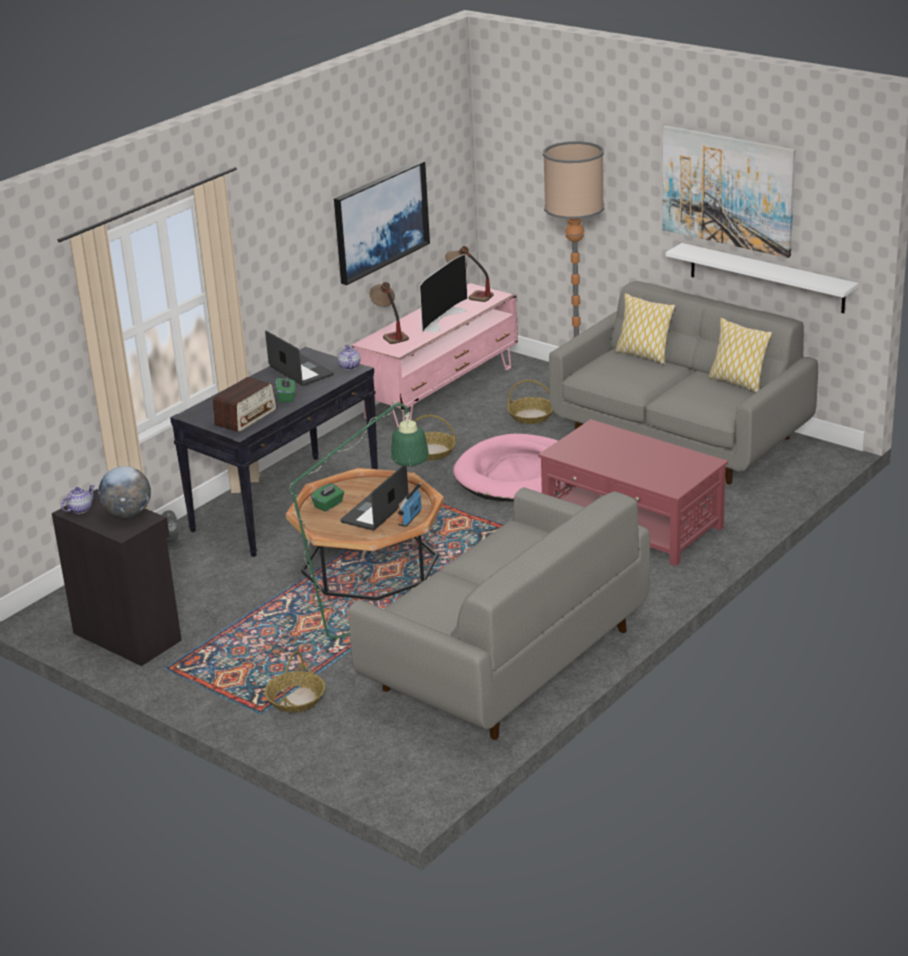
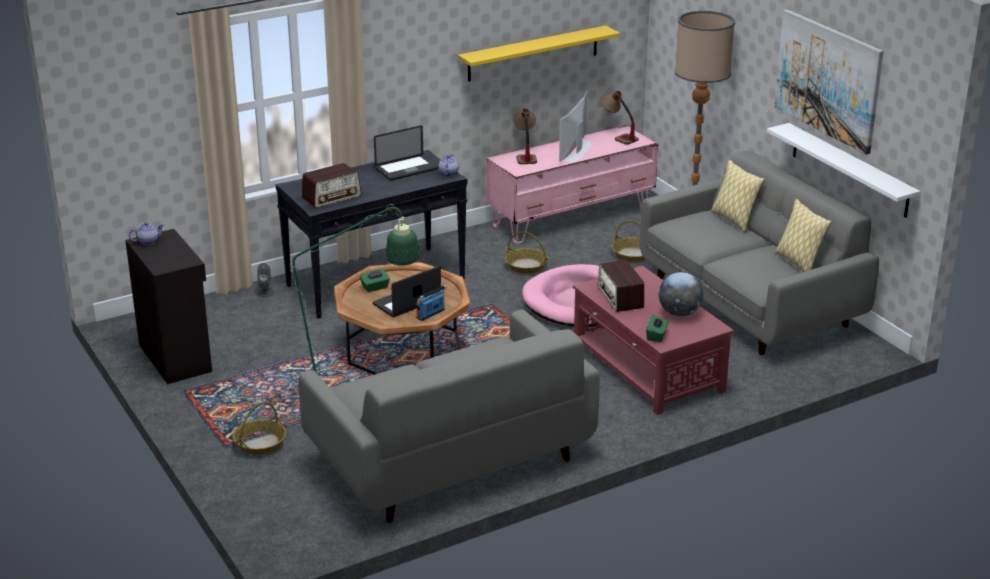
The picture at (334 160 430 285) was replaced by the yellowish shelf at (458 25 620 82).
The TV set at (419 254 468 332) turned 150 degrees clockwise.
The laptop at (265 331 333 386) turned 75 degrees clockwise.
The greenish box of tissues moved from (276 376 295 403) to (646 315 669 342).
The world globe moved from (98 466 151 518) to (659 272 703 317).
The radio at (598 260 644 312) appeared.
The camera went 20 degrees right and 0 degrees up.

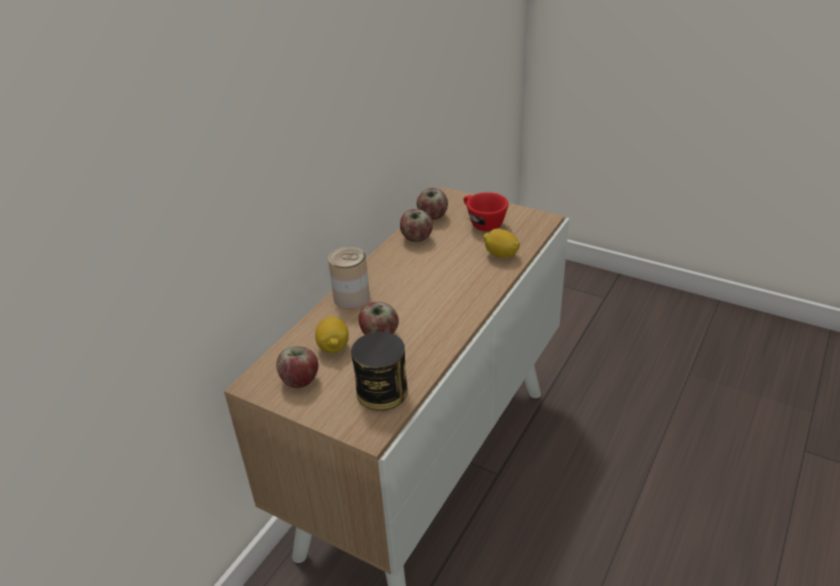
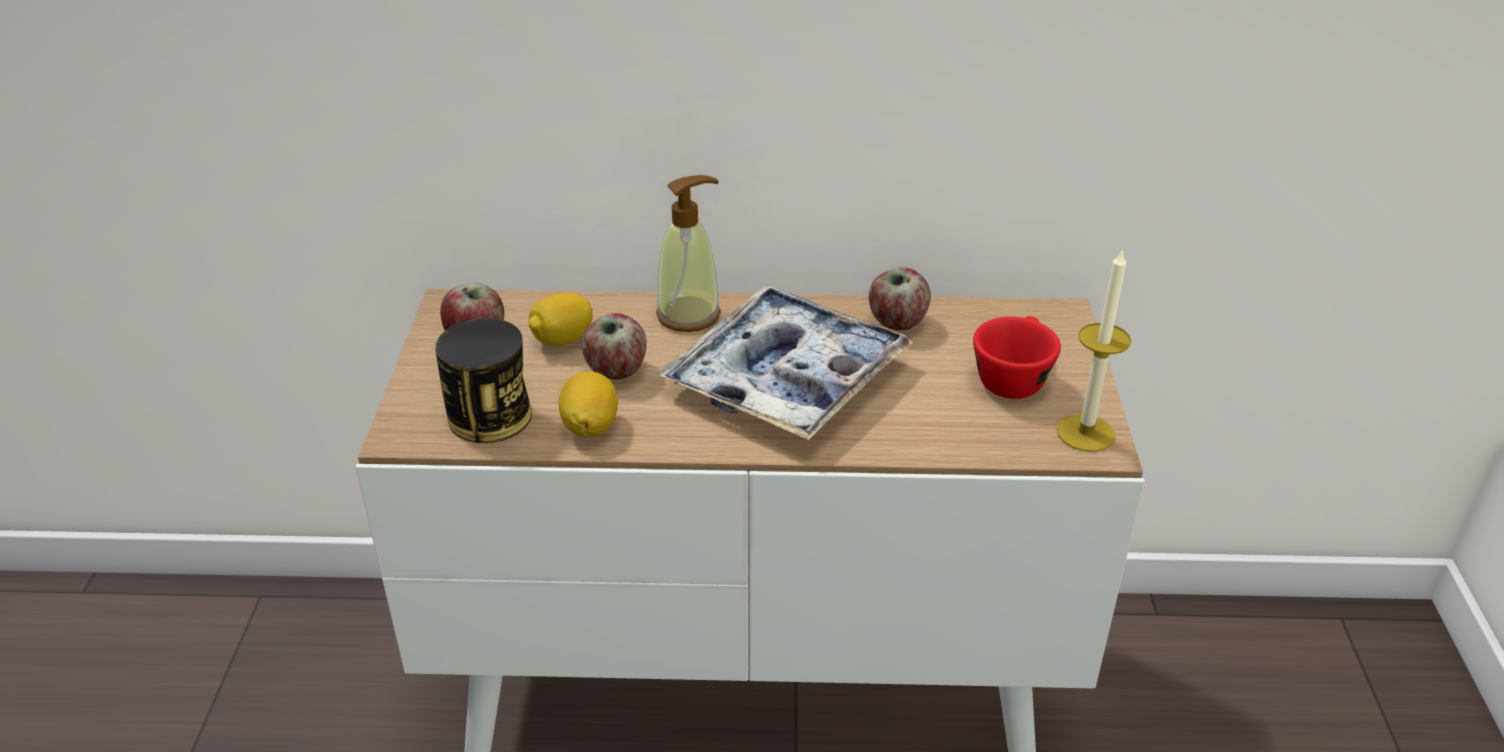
The whole apple at (417 188 448 220) disappeared.
The citrus fruit moved from (483 229 520 258) to (559 371 618 437).
The sealed can at (328 247 370 308) was replaced by the liquid soap bottle at (656 175 721 332).
The wax light at (1057 248 1131 452) appeared.
The carrying tray at (660 285 913 440) appeared.
The camera went 60 degrees right and 0 degrees up.

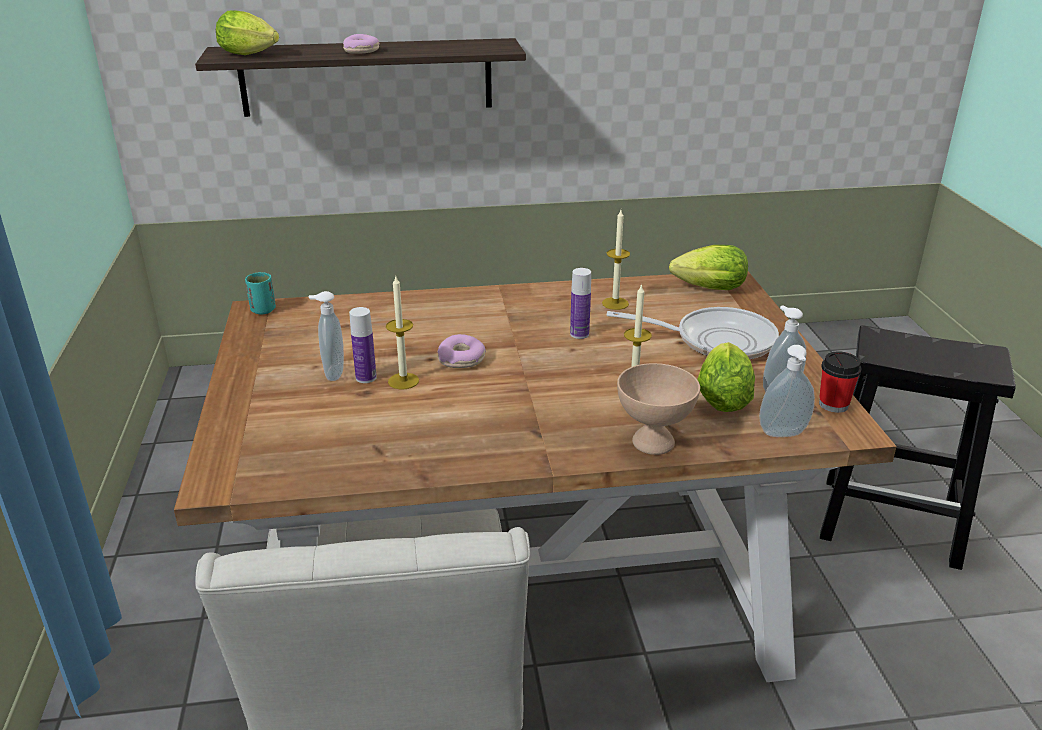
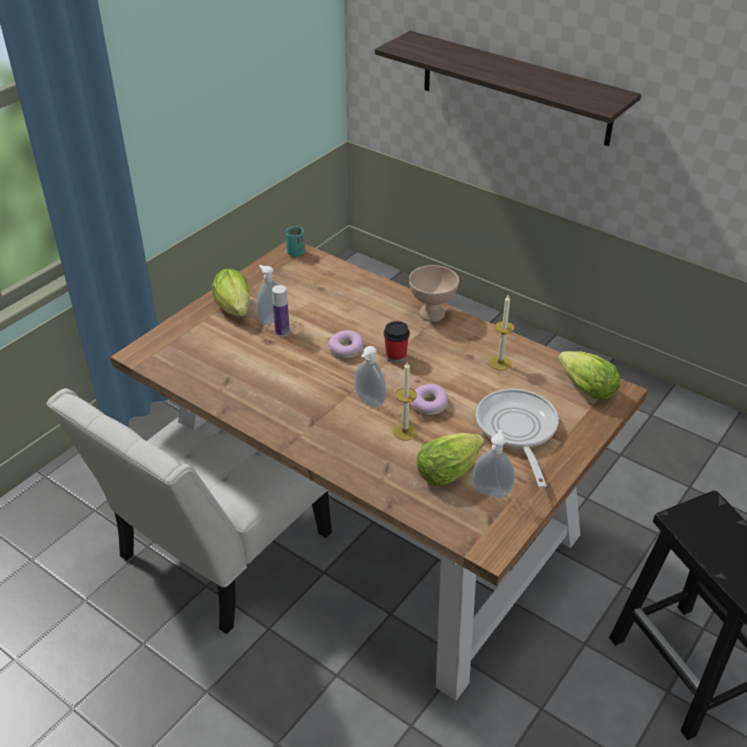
The head of lettuce moved from (216 10 279 55) to (212 269 250 316).
The donut moved from (343 34 380 54) to (410 384 448 415).
The beverage bottle at (570 268 591 339) disappeared.
The wax light at (386 275 419 389) disappeared.
The skillet at (607 307 779 359) turned 150 degrees counterclockwise.
The liquid soap bottle moved from (759 345 815 437) to (355 346 386 408).
The drinking cup moved from (819 351 861 413) to (384 321 410 363).
The sand-coloured deep dish moved from (617 363 700 455) to (409 265 459 322).
The camera went 45 degrees right and 10 degrees up.

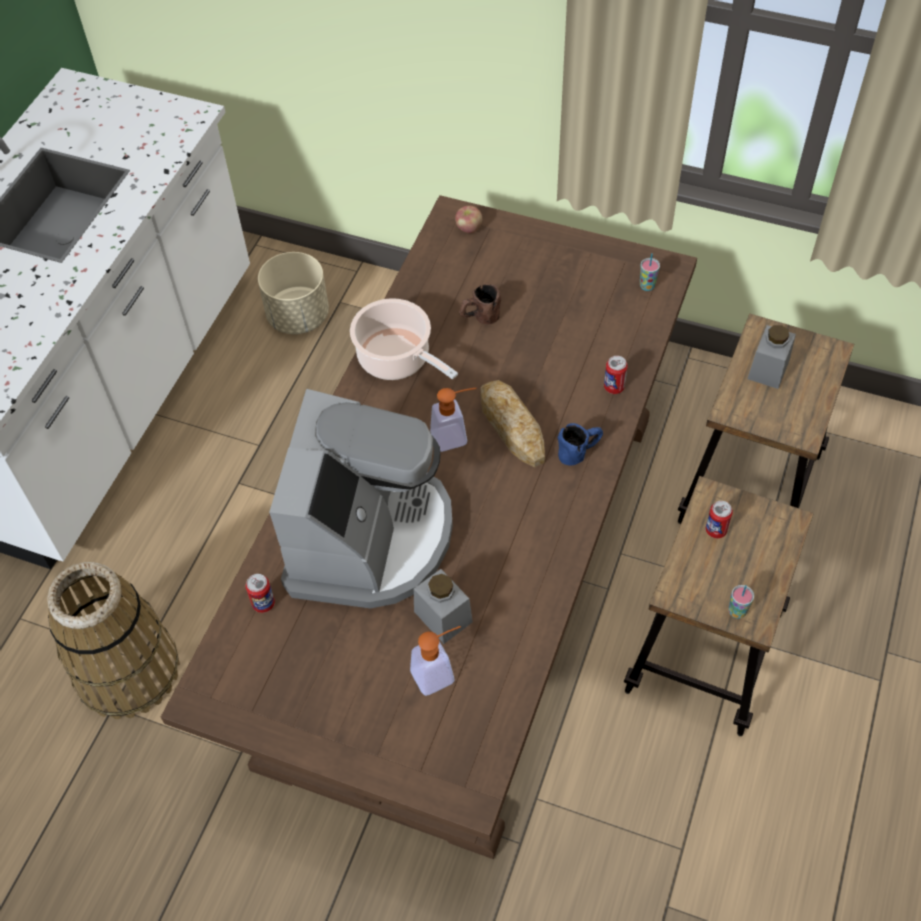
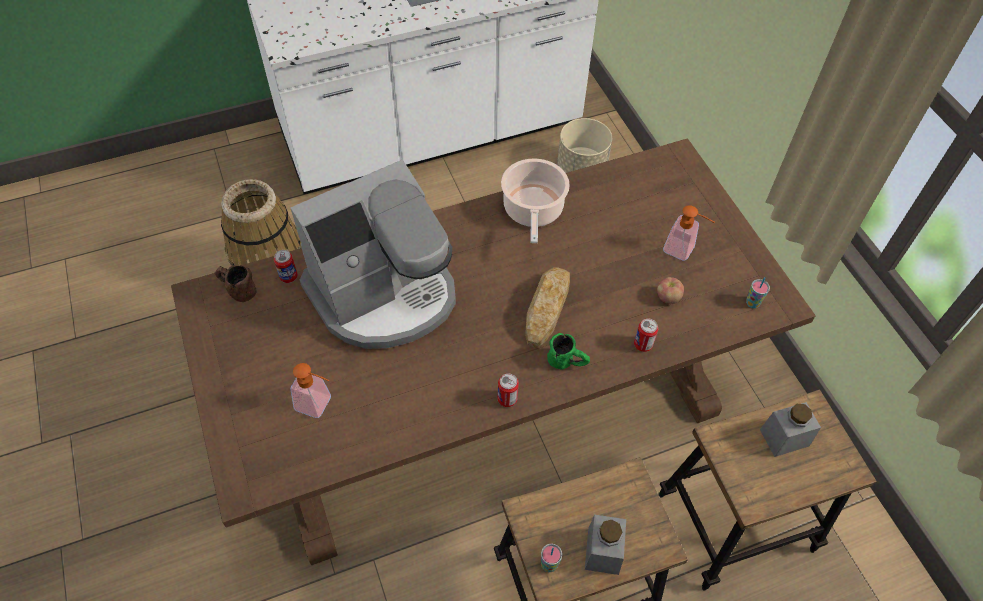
The whole apple moved from (455 206 482 233) to (657 277 684 304).
The brown-coloured tea mug moved from (459 284 501 325) to (214 265 256 302).
The liquid soap bottle moved from (430 388 476 452) to (663 205 715 261).
The bluish tea mug at (558 423 603 466) became the greenish tea mug at (547 333 590 370).
The sealed can moved from (705 501 733 538) to (497 373 519 407).
The greyish preserve jar moved from (414 569 473 644) to (585 514 626 575).
The camera went 45 degrees right and 0 degrees up.

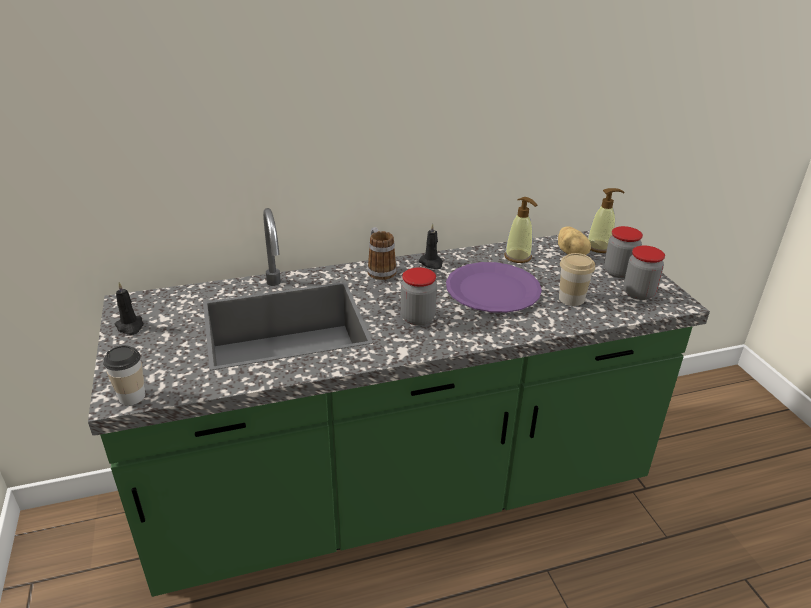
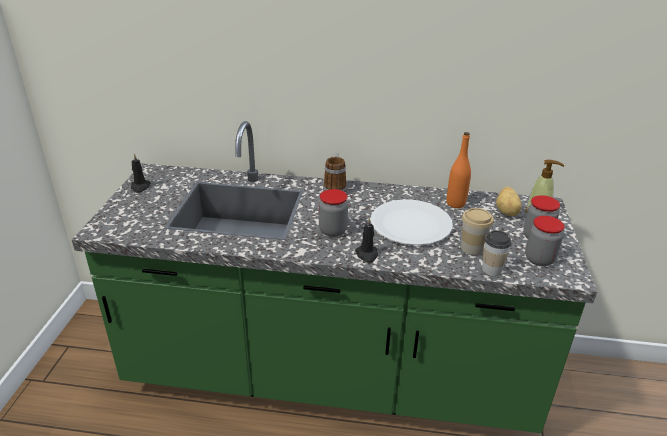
The liquid soap bottle at (504 197 537 263) was replaced by the orangey beverage bottle at (447 132 471 208).
The blackish wax light moved from (419 223 443 269) to (355 218 378 263).
The purple flat dish at (446 262 542 313) became the white-coloured flat dish at (371 199 453 245).
The drinking cup moved from (103 345 145 405) to (482 231 512 276).
The camera went 25 degrees right and 0 degrees up.

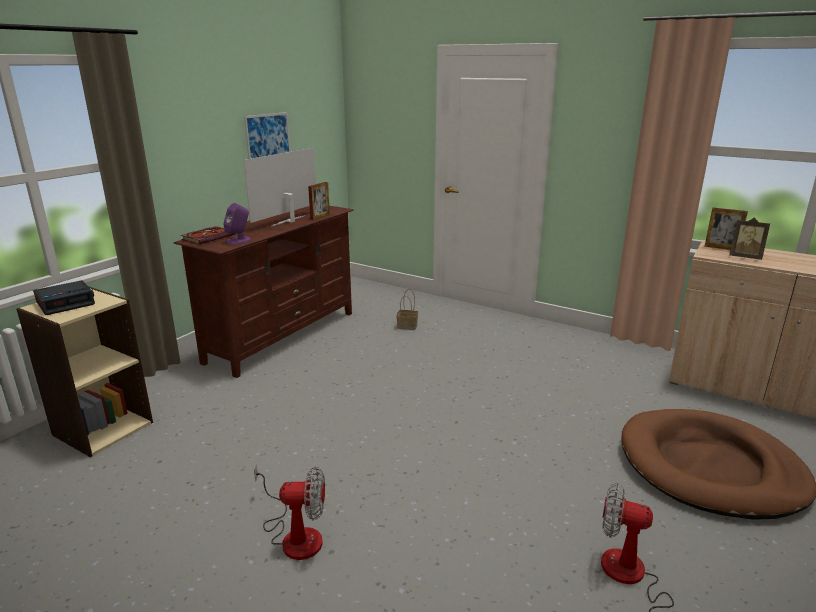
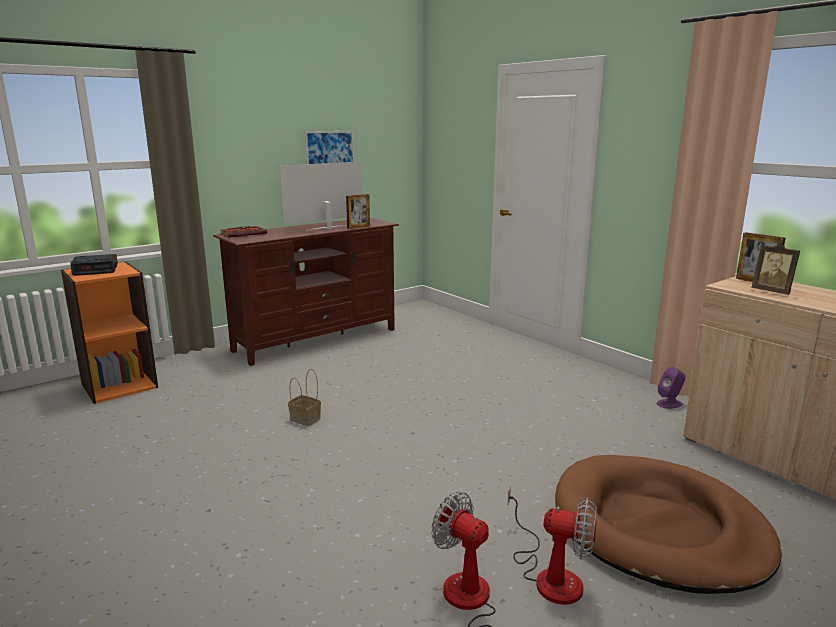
The purple audio speaker moved from (223 203 252 244) to (657 367 686 409).
The sand-coloured bookshelf at (16 286 153 457) became the orangey bookshelf at (61 262 158 404).
The basket moved from (396 289 418 330) to (288 369 321 426).
The fan moved from (254 464 325 560) to (507 486 597 605).
The camera went 20 degrees right and 5 degrees down.

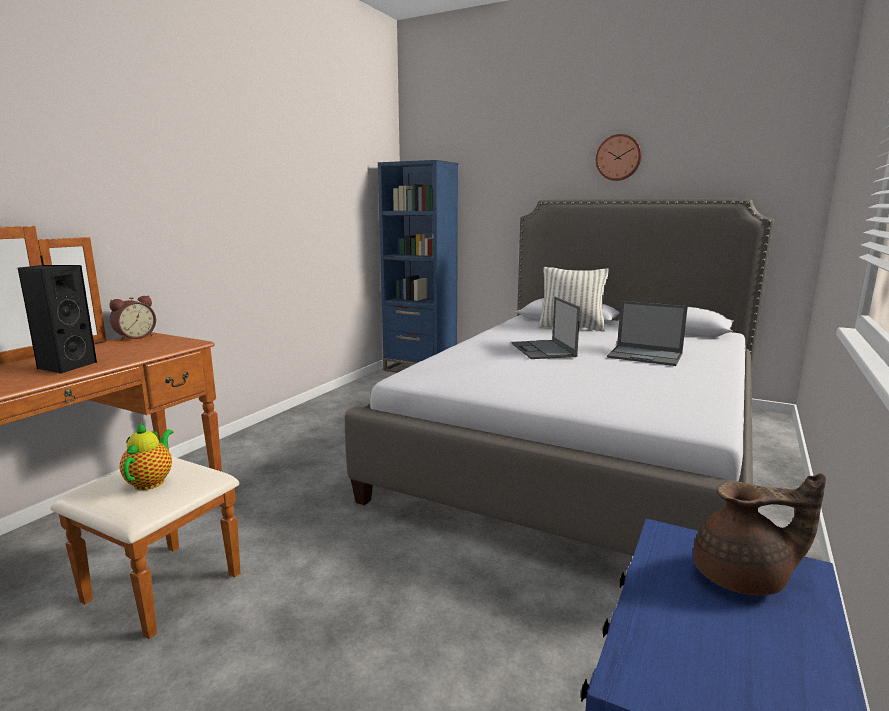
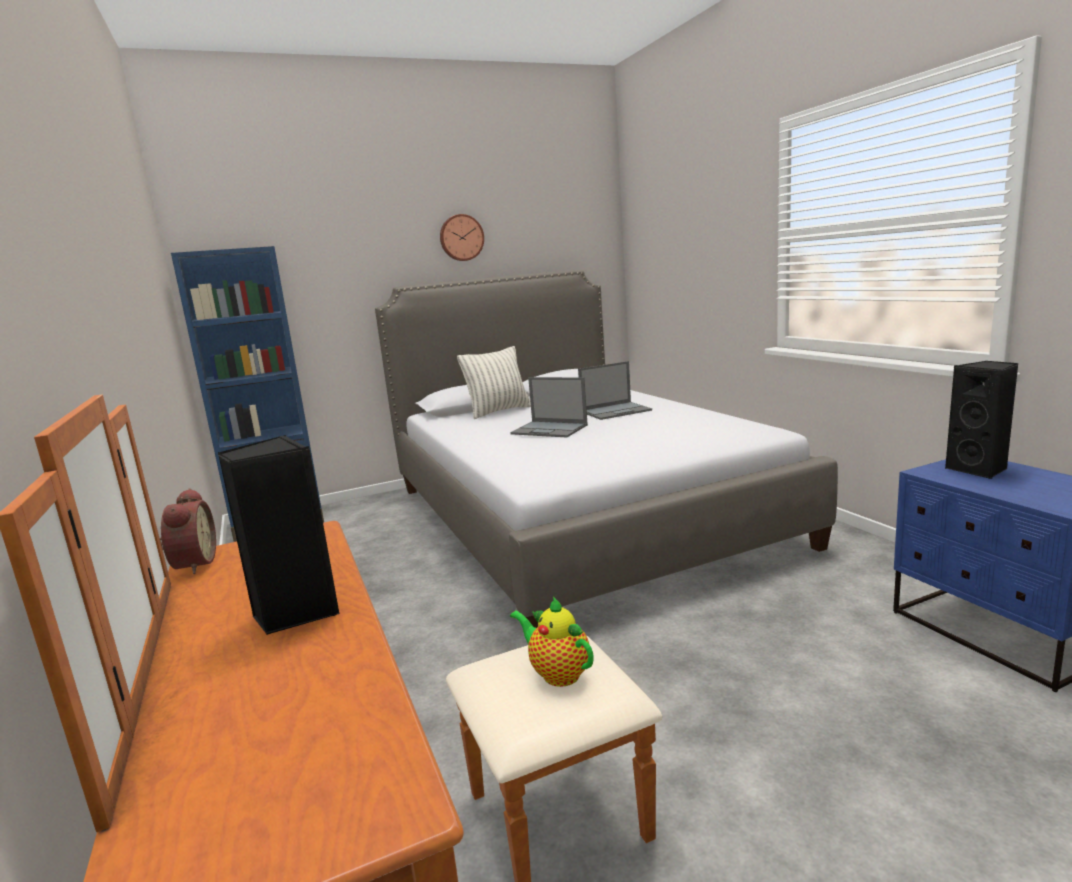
The brown-coloured pot for tea at (693 473 826 595) was replaced by the blackish audio speaker at (945 361 1018 479).
The camera went 50 degrees left and 0 degrees up.

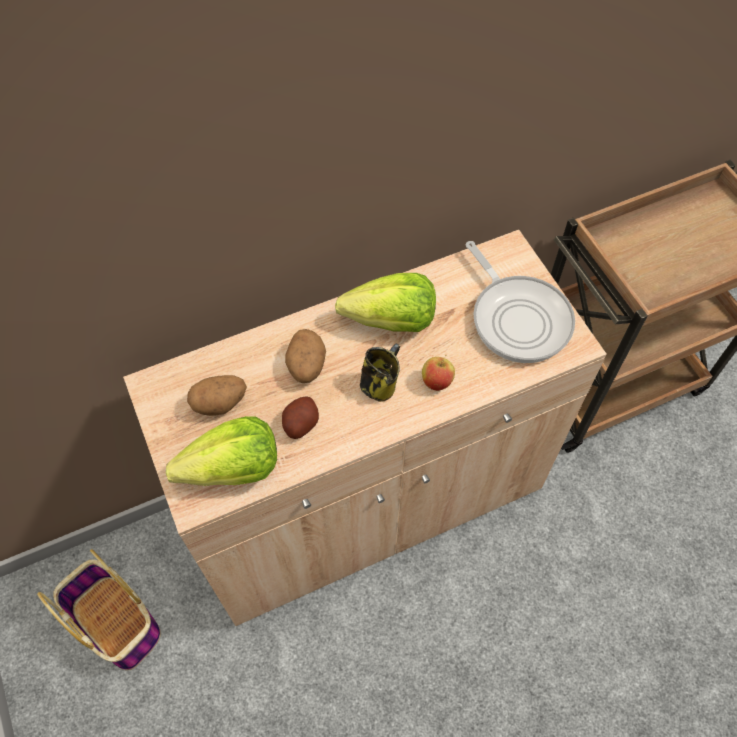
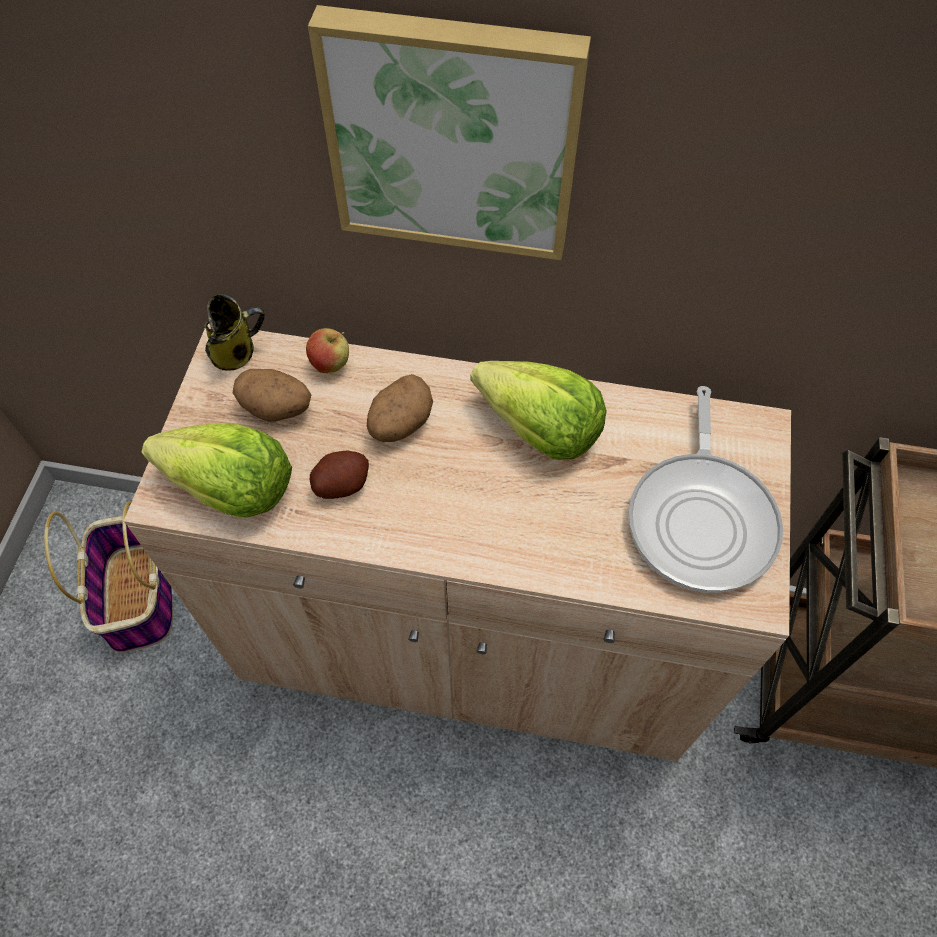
The tea mug moved from (360 343 401 402) to (204 294 265 370).
The whole apple moved from (422 355 455 391) to (306 328 349 373).
The picture at (308 5 591 260) appeared.
The camera went 35 degrees right and 0 degrees up.

